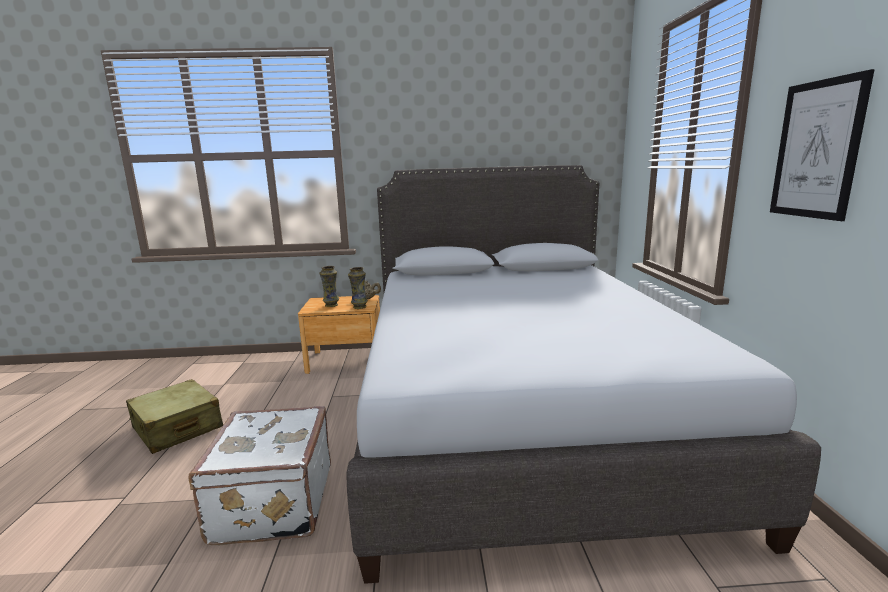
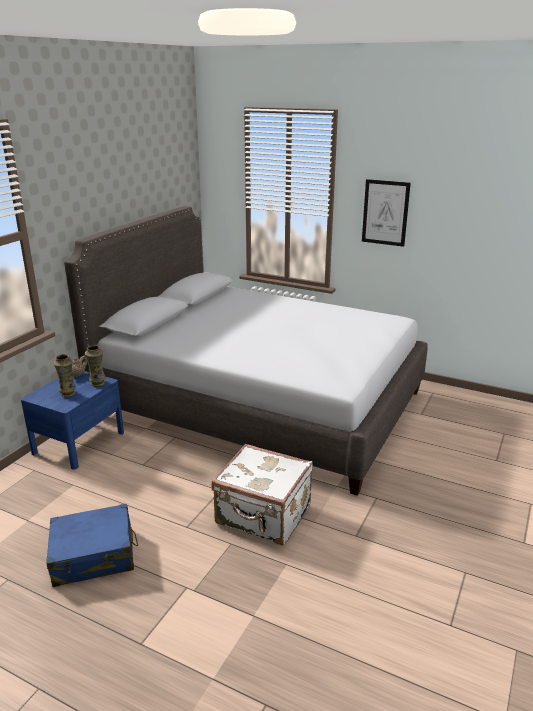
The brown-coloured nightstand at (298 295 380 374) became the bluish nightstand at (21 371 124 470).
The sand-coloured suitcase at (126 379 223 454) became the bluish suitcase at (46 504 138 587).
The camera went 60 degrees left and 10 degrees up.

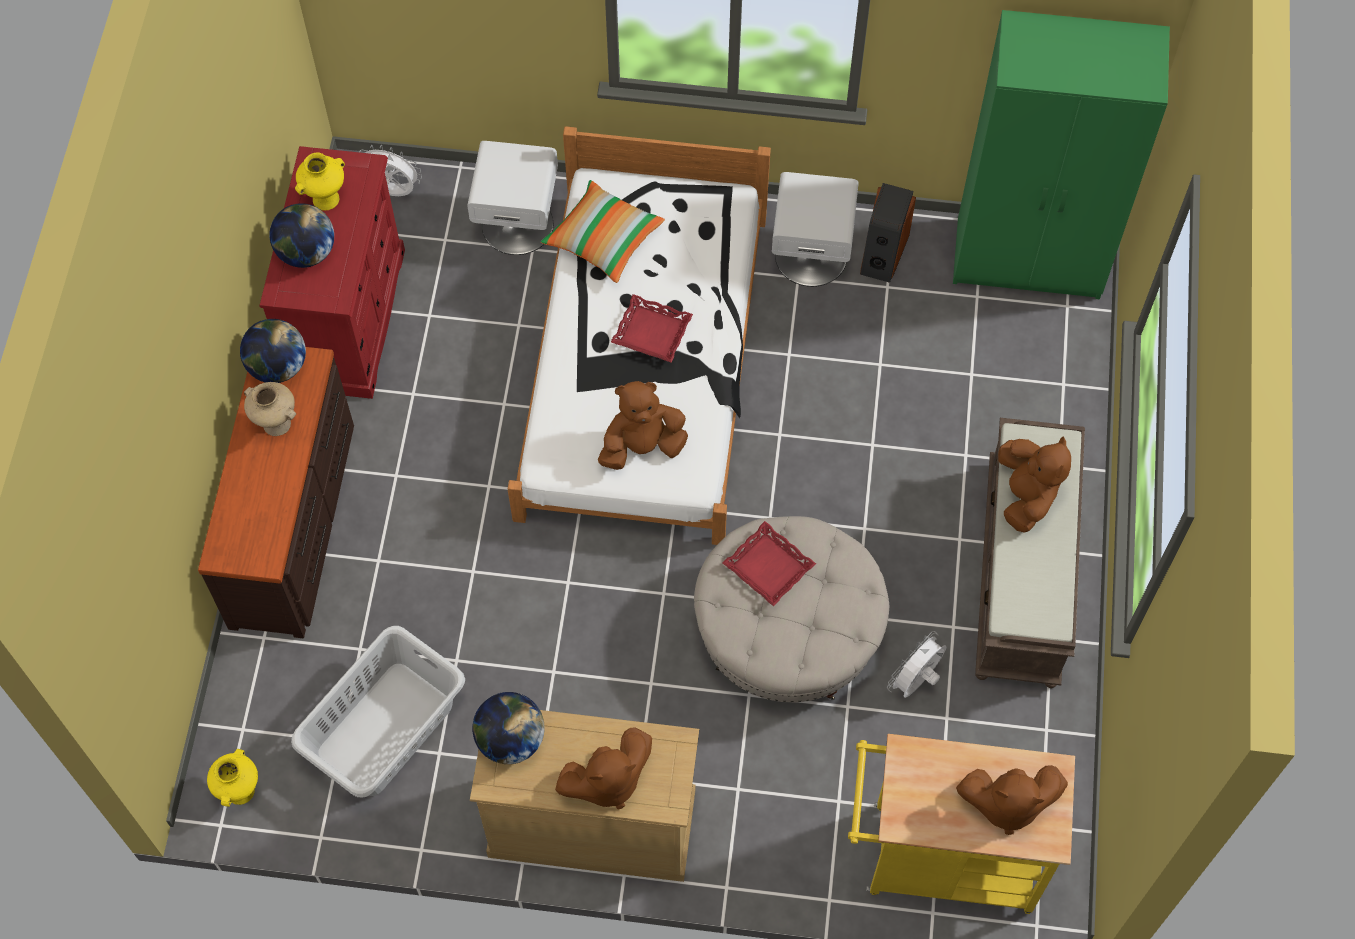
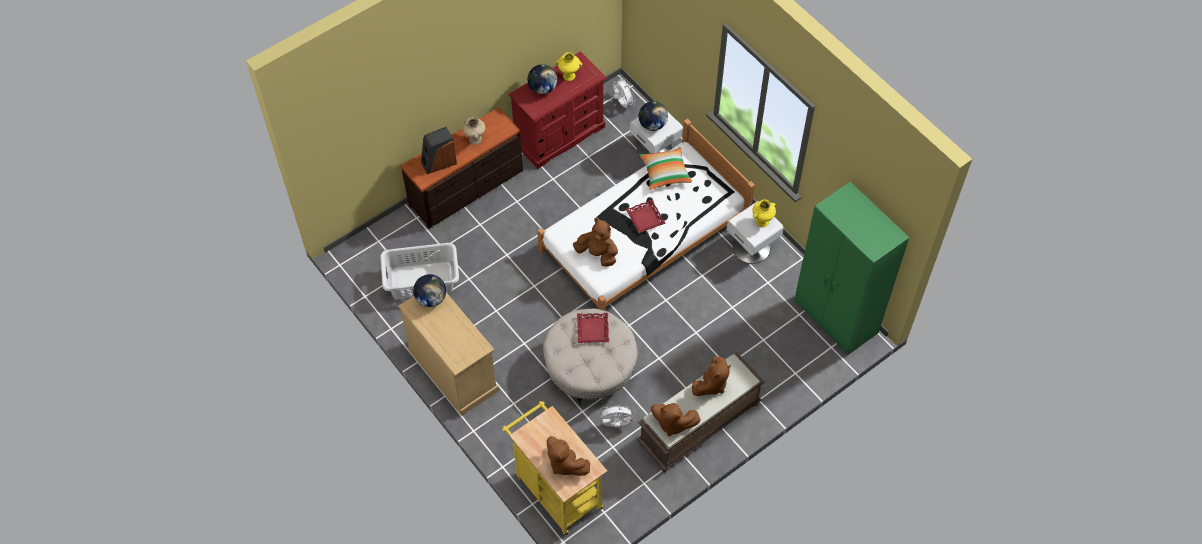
The audio speaker moved from (860 183 916 283) to (421 127 457 174).
The world globe moved from (240 319 306 383) to (639 101 668 131).
The brown-coloured soft toy moved from (555 727 652 809) to (650 403 701 436).
The yellowish decorative vase moved from (207 749 258 807) to (752 199 776 227).
The camera went 45 degrees right and 5 degrees down.

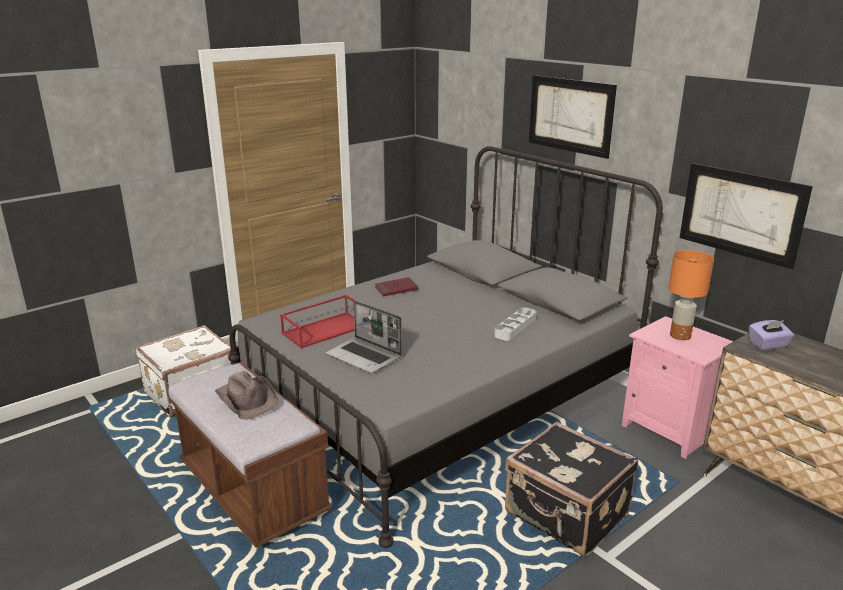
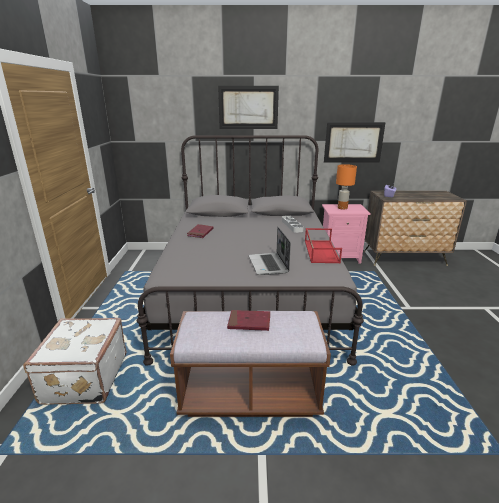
The red carrying tray moved from (280 295 356 348) to (305 228 342 263).
The laptop at (326 301 402 373) turned 90 degrees clockwise.
The brown-coloured clothing hat at (215 371 279 420) was replaced by the red book at (227 310 270 331).
The blackish suitcase at (505 421 638 557) disappeared.
The camera went 50 degrees left and 0 degrees up.

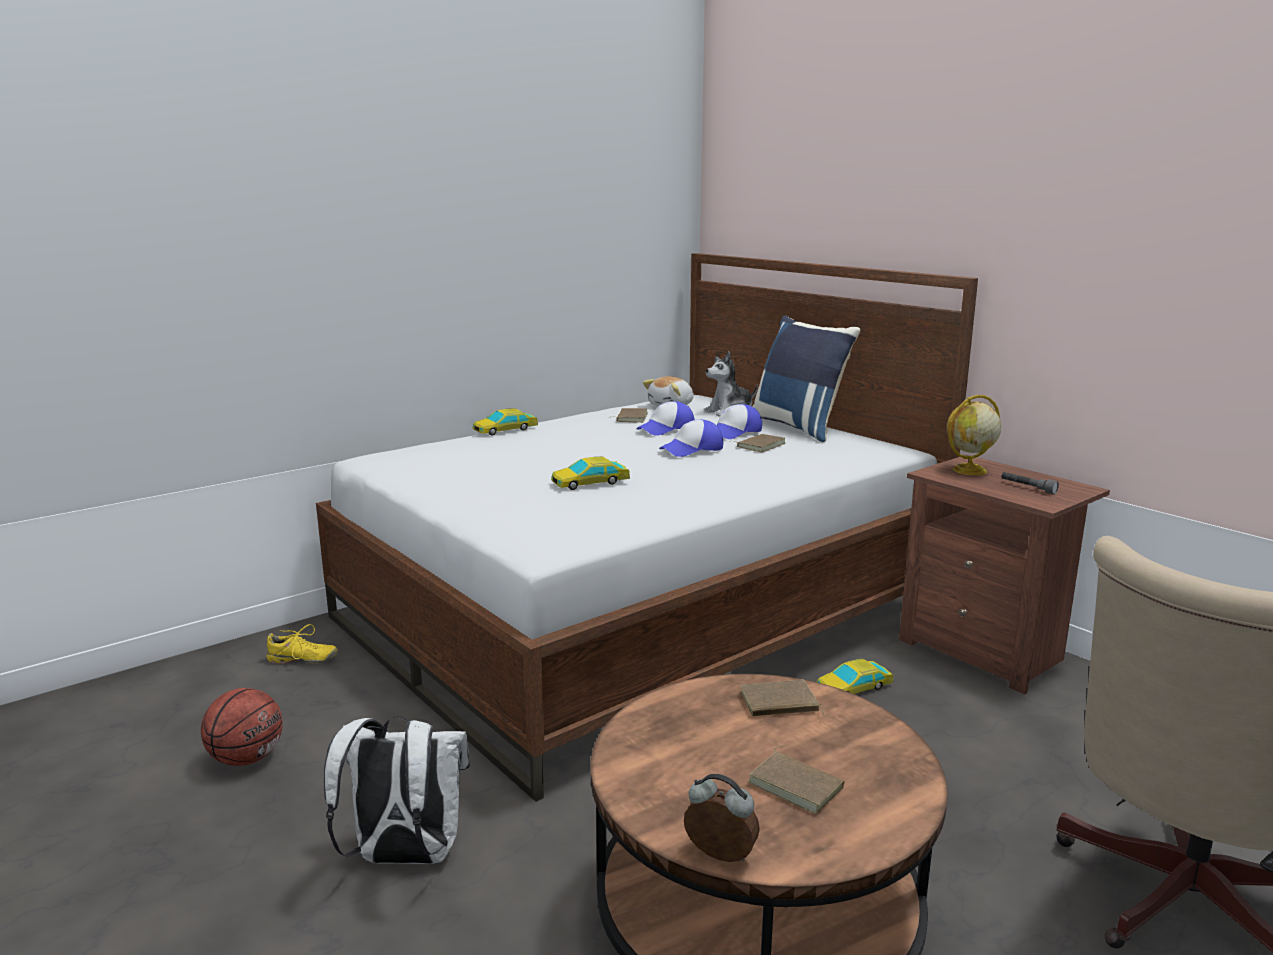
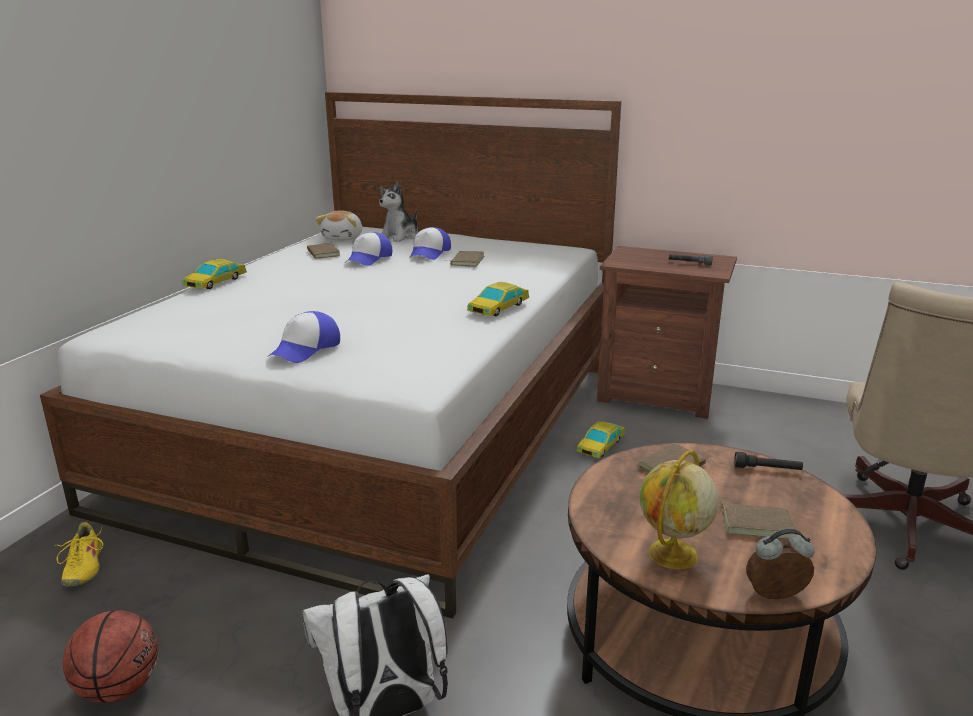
The bluish cushion at (752 315 860 442) disappeared.
The world globe moved from (947 395 1001 475) to (640 450 719 569).
The baseball cap moved from (659 420 723 457) to (269 311 340 363).
The miniature car moved from (551 457 630 490) to (467 282 529 316).
The yellowish low shoe at (266 624 338 664) turned 105 degrees clockwise.
The blackish flashlight at (734 452 803 470) appeared.
The camera went 30 degrees left and 5 degrees up.

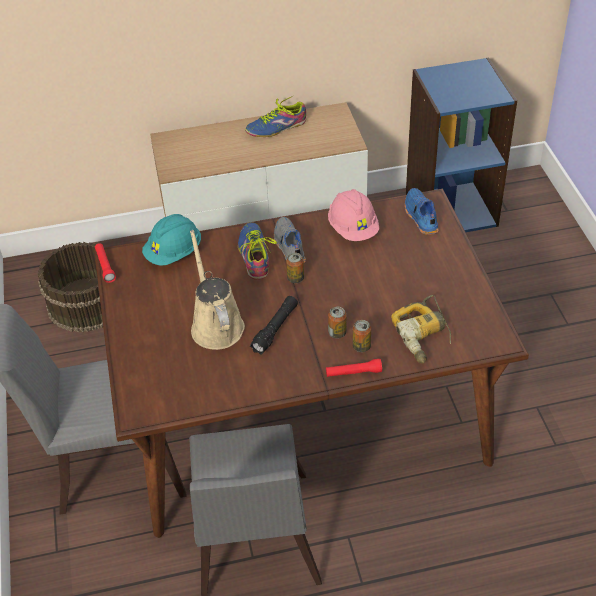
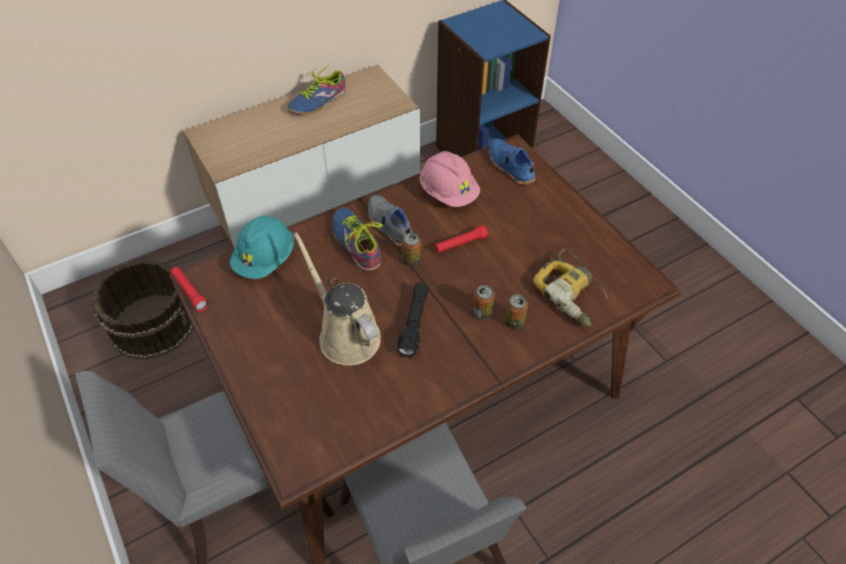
The red flashlight moved from (326 359 382 377) to (434 225 488 253).
The camera went 20 degrees left and 5 degrees up.

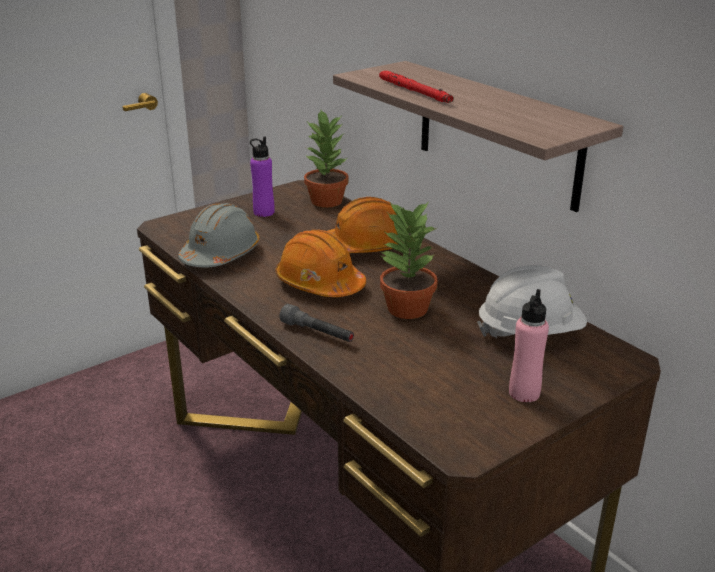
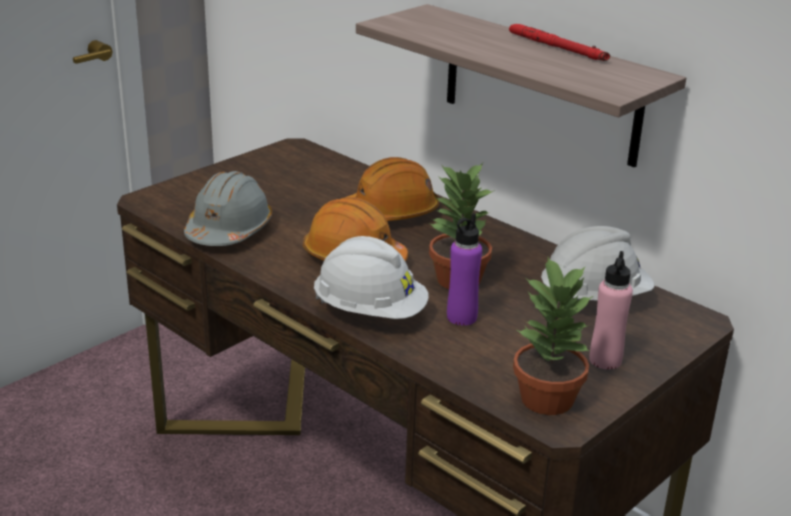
The red flashlight moved from (379 71 454 103) to (509 24 610 61).
The plant in a pot moved from (304 110 349 208) to (513 257 593 415).
The purple beverage bottle moved from (250 137 275 217) to (447 213 482 326).
The greyish flashlight at (279 304 354 342) was replaced by the white-coloured hard hat at (314 236 429 319).
The camera went 10 degrees left and 0 degrees up.

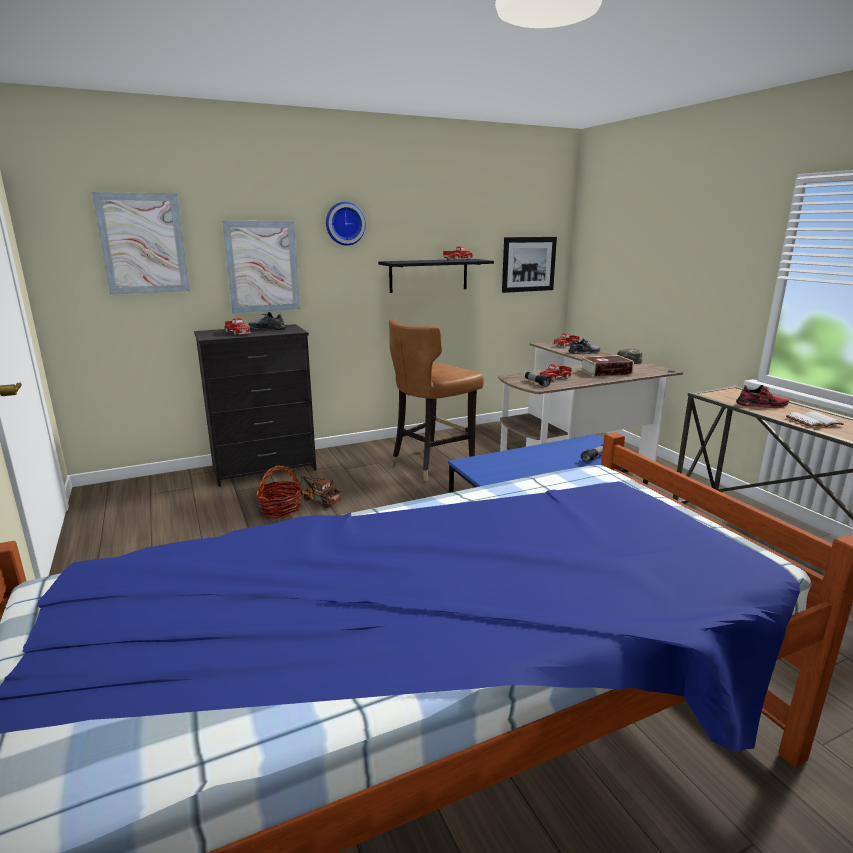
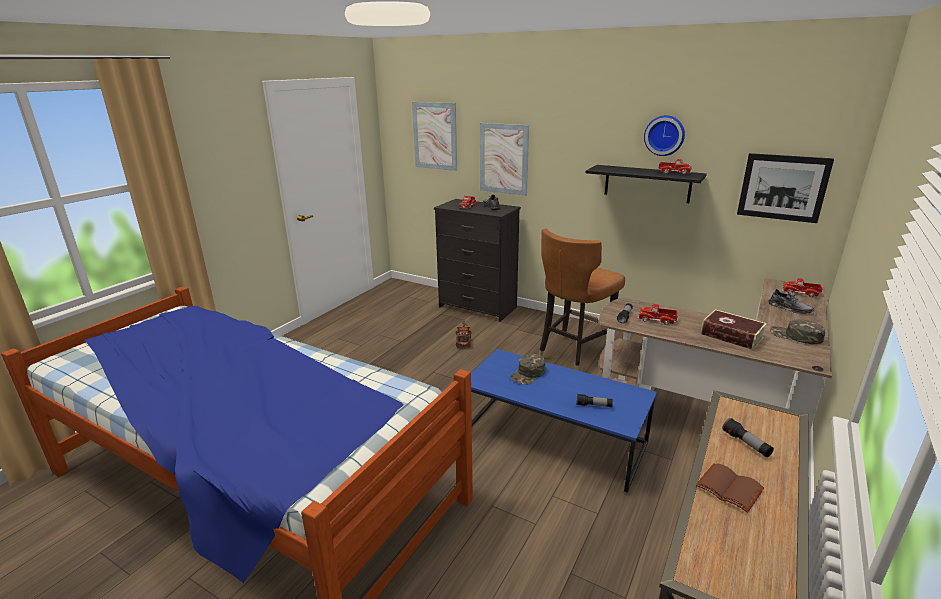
The clock on the wall moved from (326 202 366 246) to (644 115 685 156).
The brown-coloured plain chair at (389 319 484 481) turned 60 degrees counterclockwise.
The red low shoe at (736 385 789 408) was replaced by the flashlight at (722 418 774 457).
The white-coloured book at (786 411 844 427) became the brown-coloured book at (696 463 764 513).
The basket at (256 465 302 518) disappeared.
The greenish baseball cap at (510 354 546 385) appeared.
The camera went 55 degrees right and 5 degrees up.

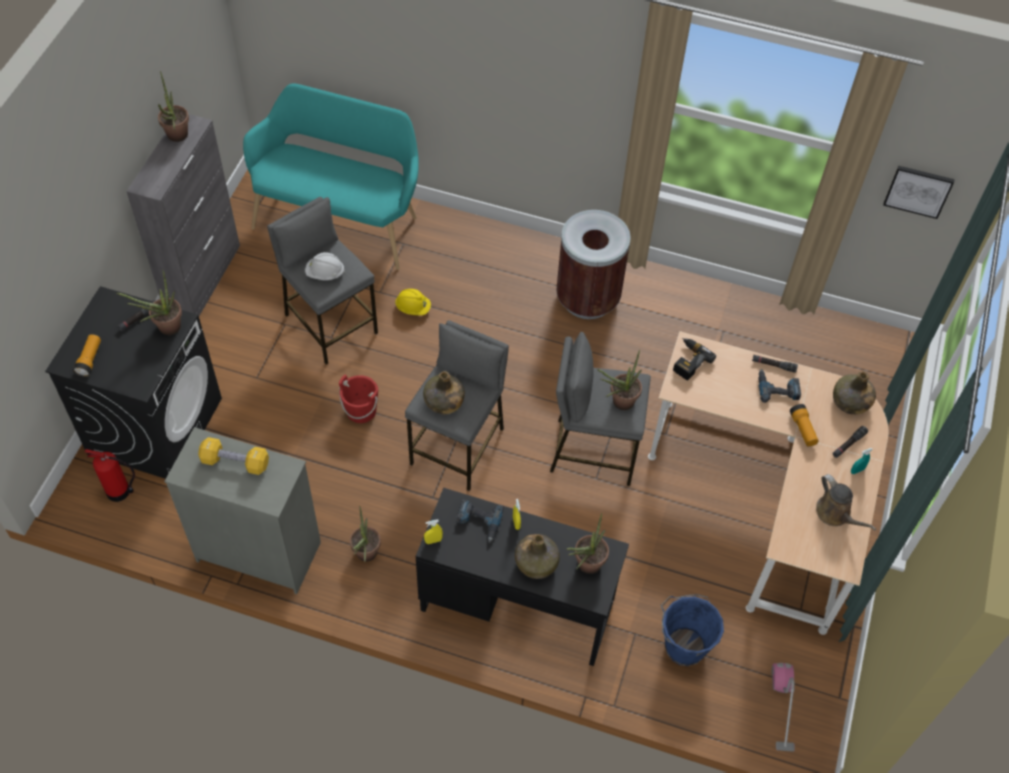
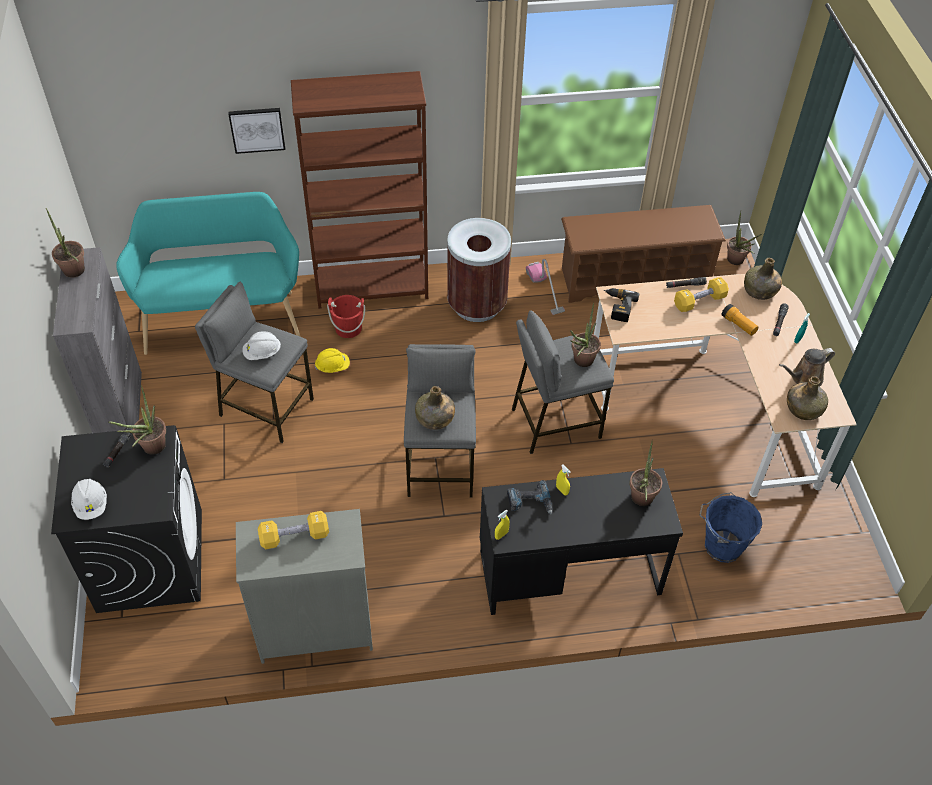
The picture moved from (883 166 955 219) to (228 108 285 154).
The flashlight at (73 334 101 377) was replaced by the white-coloured hard hat at (71 479 107 520).
The drill at (758 369 801 403) was replaced by the yellowish dumbbell at (674 277 729 312).
The red water bucket moved from (339 375 378 423) to (327 295 365 338).
The fire-fighting cylinder at (85 449 135 502) disappeared.
The brown-coloured sprinkling can at (816 474 876 531) turned 120 degrees clockwise.
The plant in a pot moved from (350 506 381 562) to (727 212 763 265).
The greenish beverage bottle moved from (515 534 560 579) to (787 376 828 420).
The vacuum moved from (772 663 795 752) to (526 259 565 315).
The brown-coloured bookshelf at (291 71 428 309) appeared.
The brown-coloured shoe stand at (561 205 726 303) appeared.
The camera went 25 degrees left and 5 degrees down.

